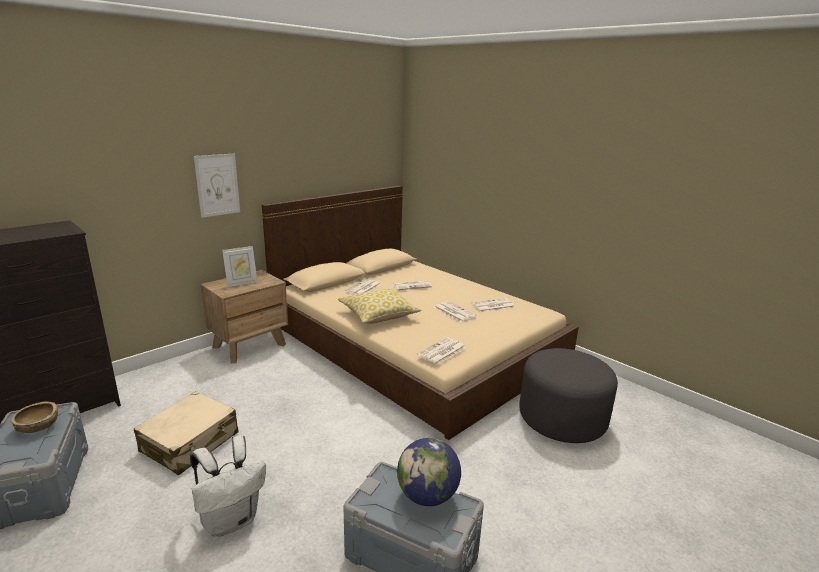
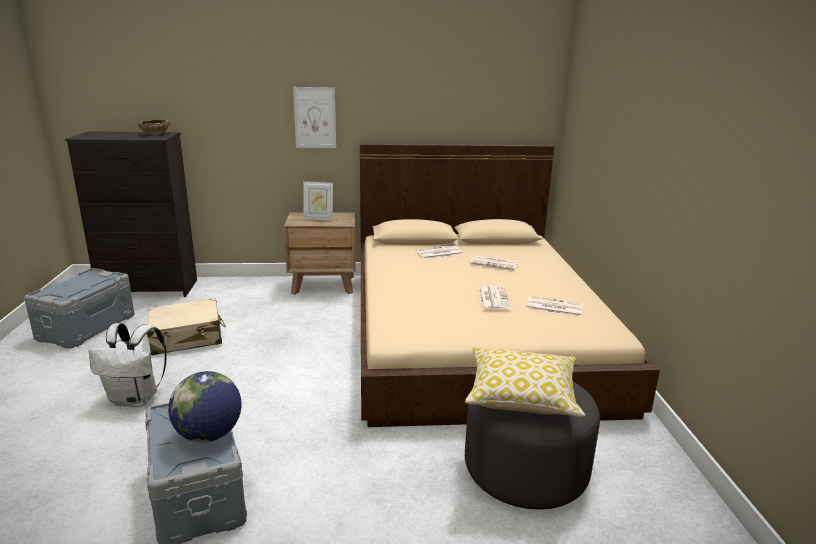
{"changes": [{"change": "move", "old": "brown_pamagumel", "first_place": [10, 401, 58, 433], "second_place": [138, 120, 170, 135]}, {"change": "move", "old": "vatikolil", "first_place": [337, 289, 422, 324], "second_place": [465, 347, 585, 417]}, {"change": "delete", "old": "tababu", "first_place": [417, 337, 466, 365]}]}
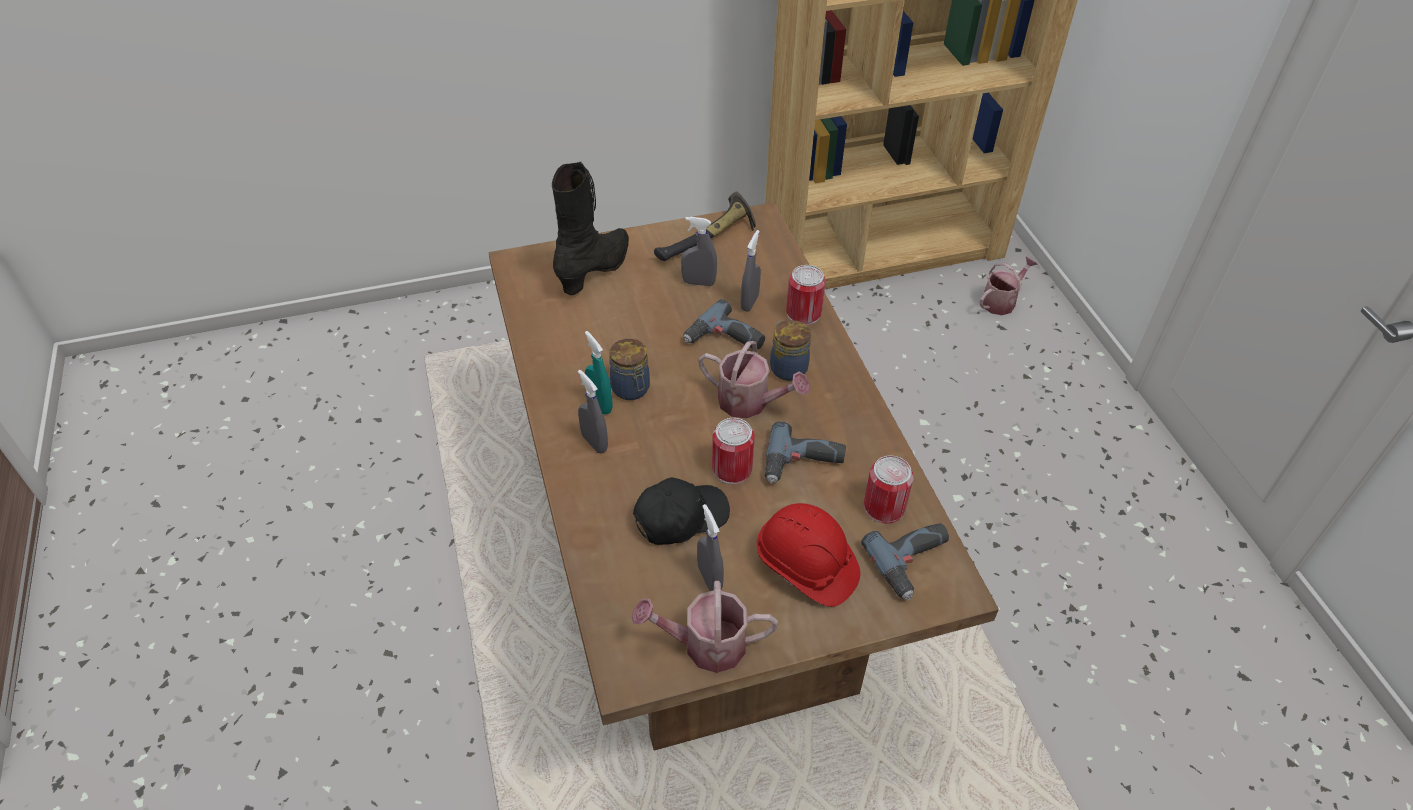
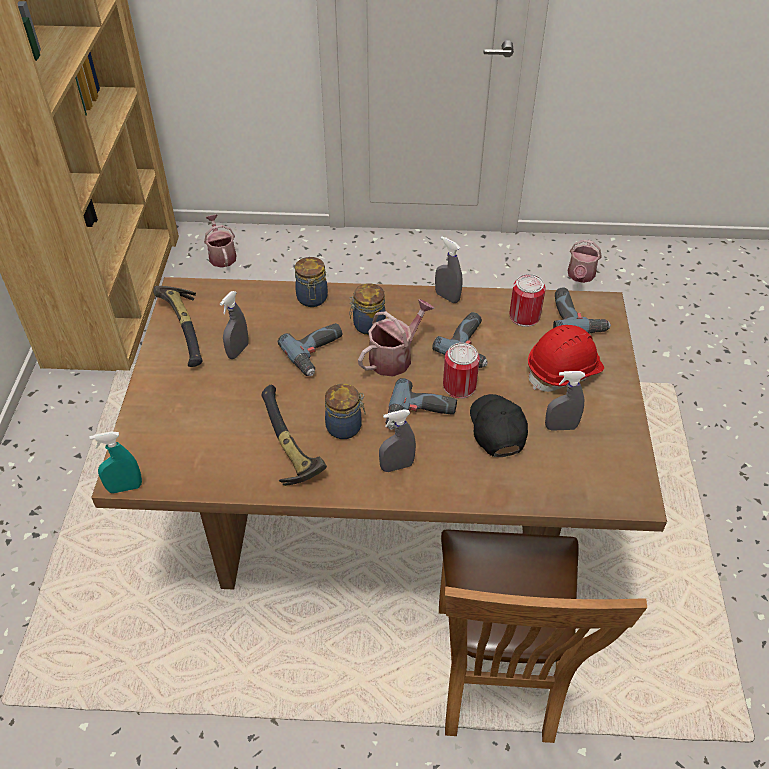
{"changes": [{"change": "move", "old": "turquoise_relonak", "first_place": [585, 331, 613, 415], "second_place": [89, 431, 142, 493]}, {"change": "insert", "new": "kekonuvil", "second_place": [262, 385, 327, 486]}, {"change": "replace", "old": "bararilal", "new": "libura", "first_place": [786, 265, 826, 325], "second_place": [295, 257, 328, 307]}, {"change": "insert", "new": "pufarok", "second_place": [386, 378, 457, 430]}, {"change": "move", "old": "grey_relonak", "first_place": [741, 230, 761, 312], "second_place": [435, 236, 462, 303]}, {"change": "insert", "new": "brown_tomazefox", "second_place": [439, 530, 647, 743]}, {"change": "move", "old": "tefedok", "first_place": [631, 581, 778, 673], "second_place": [568, 239, 602, 283]}, {"change": "delete", "old": "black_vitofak", "first_place": [552, 162, 629, 295]}]}
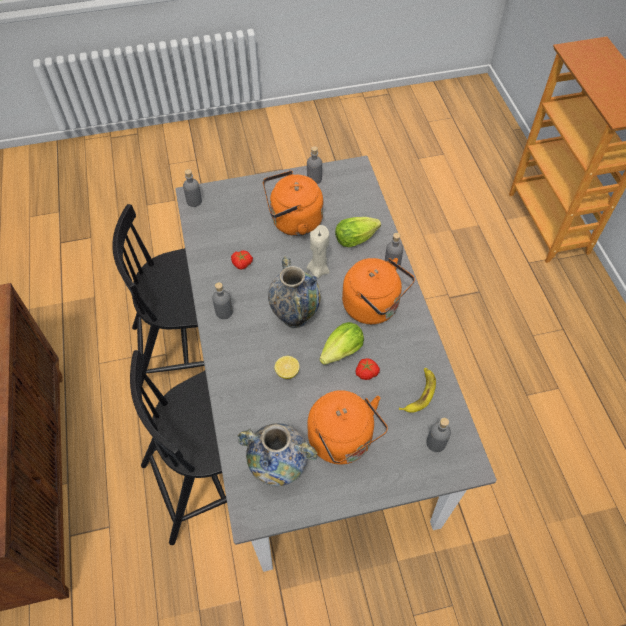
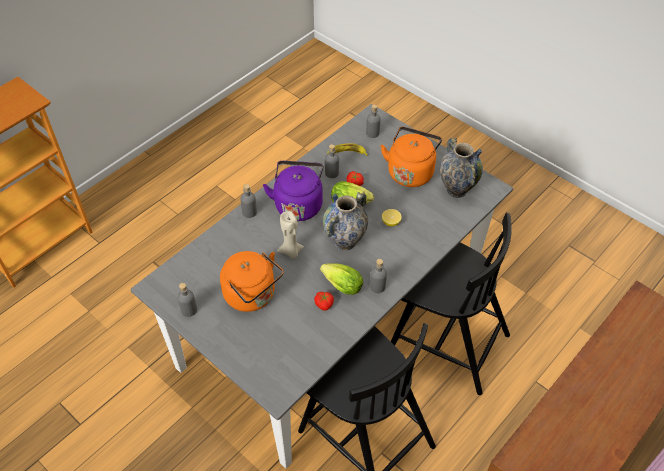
{"changes": [{"change": "recolor", "old": "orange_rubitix", "new": "purple_rubitix", "first_place": [342, 258, 415, 324], "second_place": [263, 161, 324, 221]}, {"change": "move", "old": "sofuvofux", "first_place": [335, 217, 381, 247], "second_place": [320, 263, 363, 295]}, {"change": "move", "old": "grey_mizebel", "first_place": [183, 169, 202, 207], "second_place": [325, 144, 339, 178]}]}
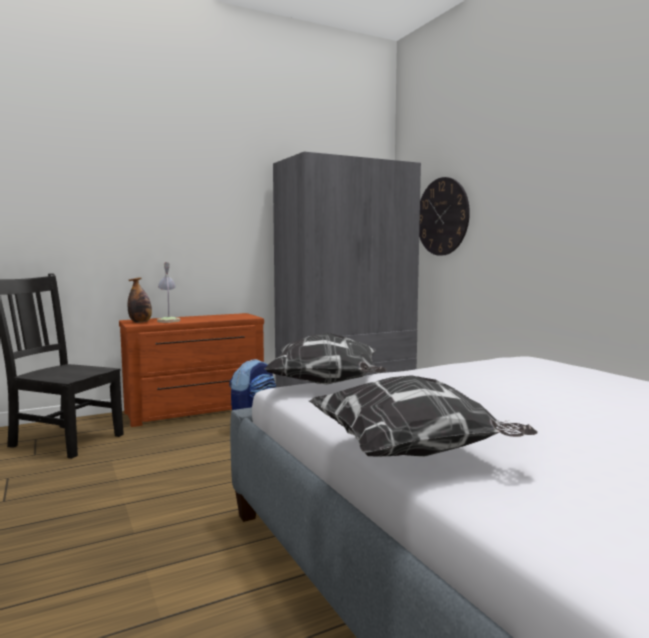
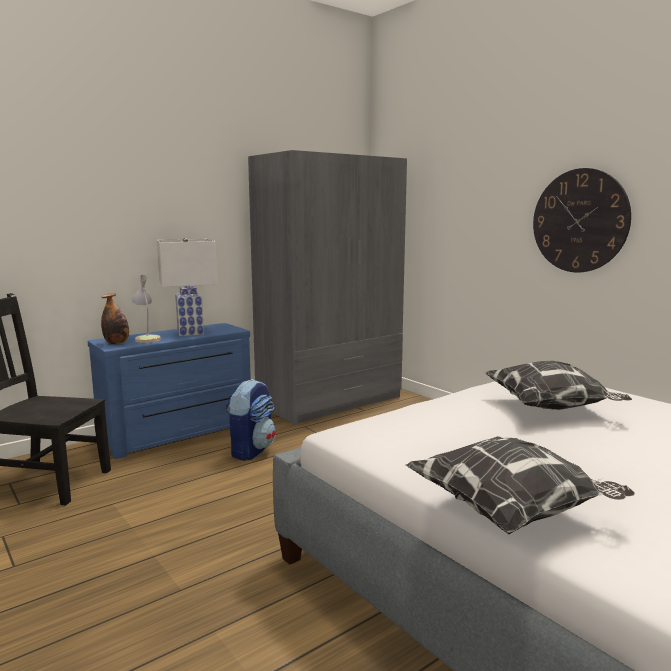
{"changes": [{"change": "recolor", "old": "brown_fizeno", "new": "blue_fizeno", "first_place": [119, 313, 264, 427], "second_place": [88, 323, 251, 459]}, {"change": "insert", "new": "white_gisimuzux", "second_place": [157, 238, 218, 336]}, {"change": "move", "old": "vatikolil", "first_place": [265, 333, 387, 384], "second_place": [485, 361, 632, 410]}, {"change": "move", "old": "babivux", "first_place": [419, 177, 470, 256], "second_place": [533, 168, 631, 273]}]}
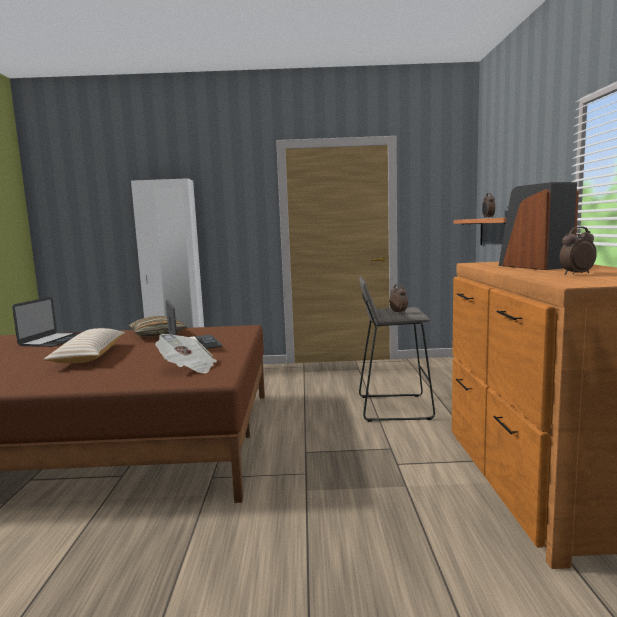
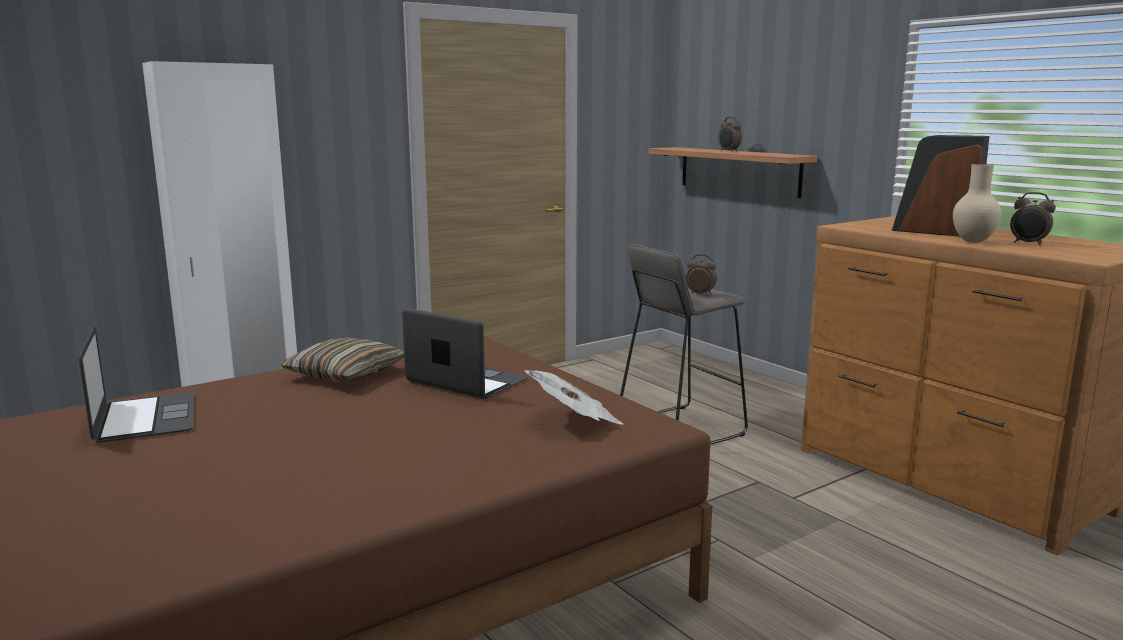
{"changes": [{"change": "insert", "new": "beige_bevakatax", "second_place": [953, 164, 1001, 243]}, {"change": "rotate", "old": "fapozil", "first_place": [560, 227, 597, 275], "second_place": [1010, 192, 1056, 246], "degrees": -90}, {"change": "delete", "old": "beige_vatikolil", "first_place": [43, 328, 125, 363]}]}
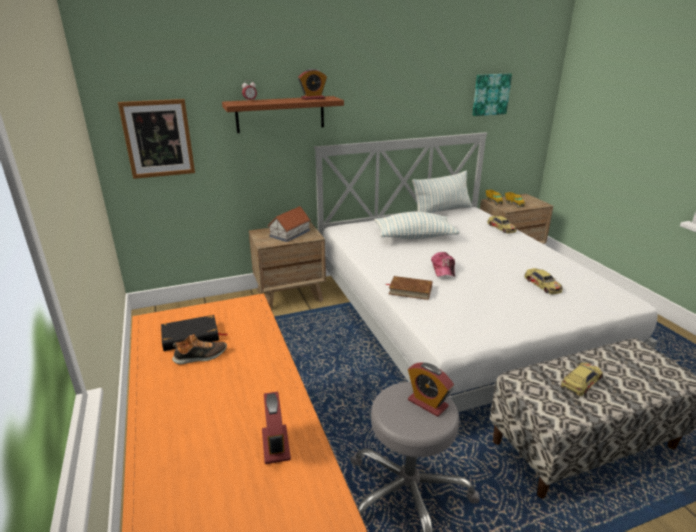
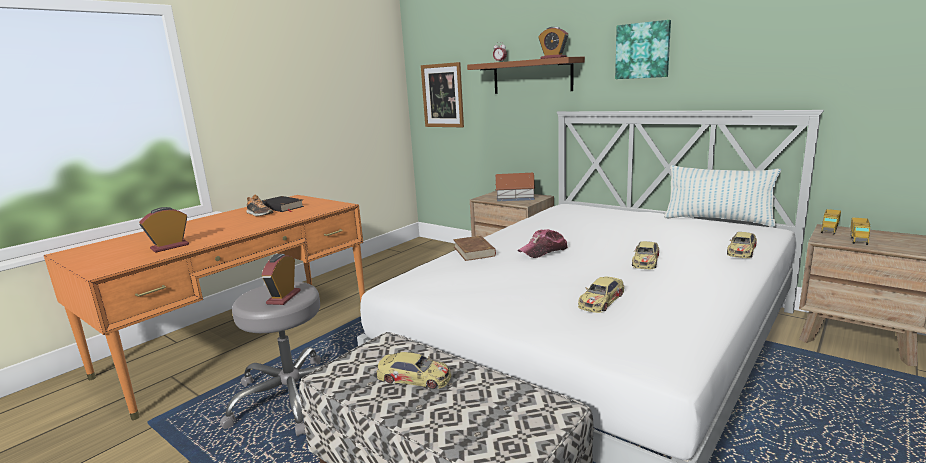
{"changes": [{"change": "move", "old": "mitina", "first_place": [472, 73, 512, 116], "second_place": [615, 20, 671, 79]}, {"change": "insert", "new": "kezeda", "second_place": [632, 241, 659, 269]}, {"change": "delete", "old": "vatikolil", "first_place": [375, 212, 459, 239]}]}
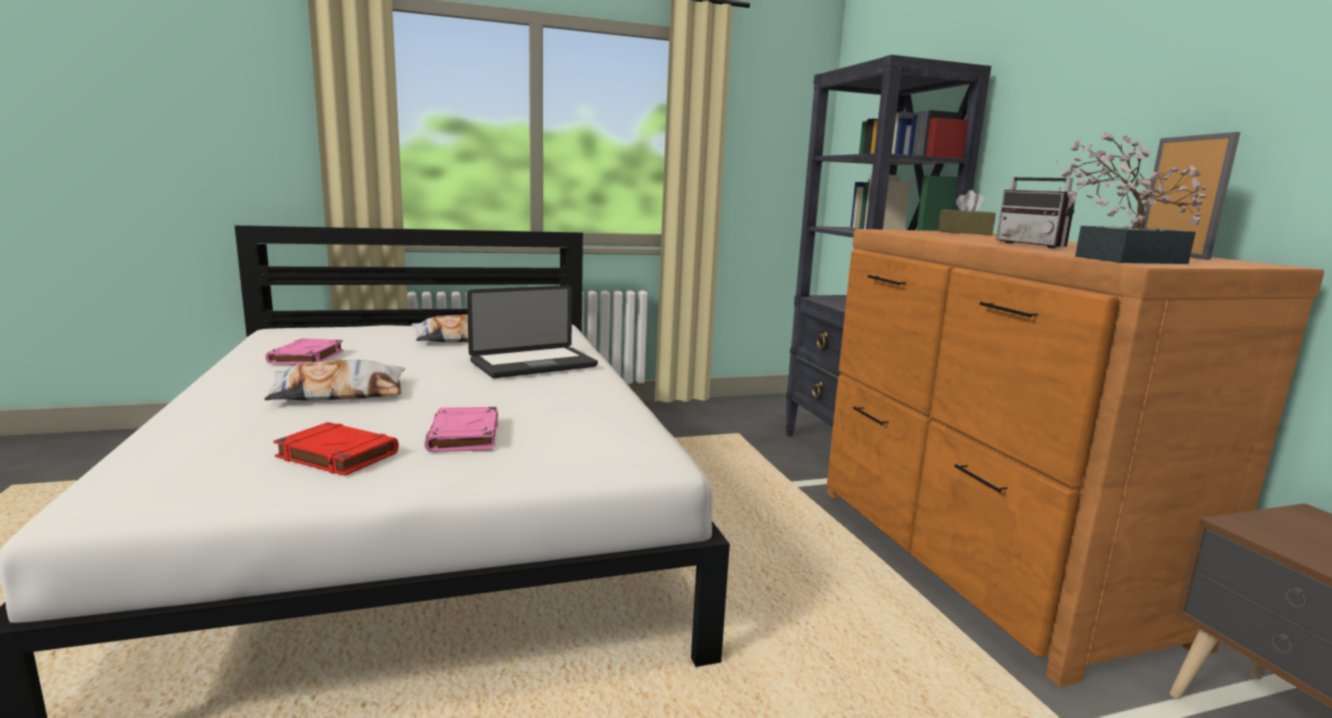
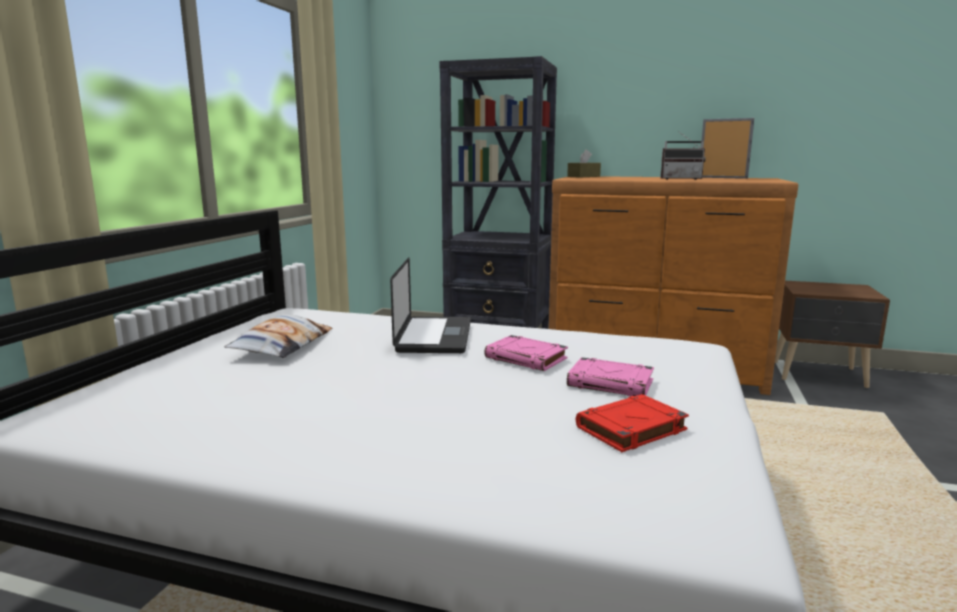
{"changes": [{"change": "move", "old": "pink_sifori", "first_place": [265, 338, 344, 365], "second_place": [484, 335, 568, 371]}, {"change": "delete", "old": "vatikolil", "first_place": [264, 360, 405, 400]}, {"change": "delete", "old": "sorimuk", "first_place": [1062, 132, 1206, 264]}]}
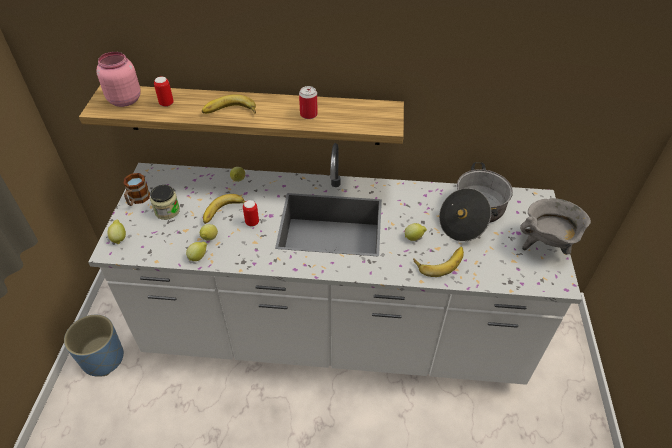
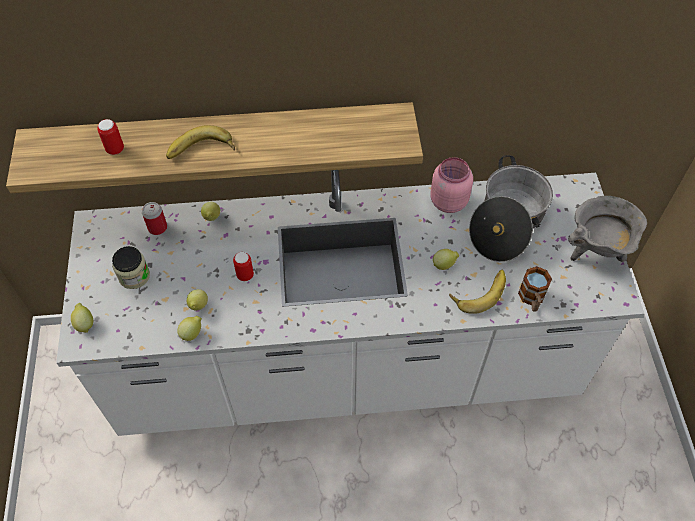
{"changes": [{"change": "move", "old": "bararilal", "first_place": [299, 86, 318, 119], "second_place": [142, 202, 167, 235]}, {"change": "move", "old": "pink_libura", "first_place": [96, 52, 140, 107], "second_place": [430, 157, 473, 213]}, {"change": "move", "old": "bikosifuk", "first_place": [123, 173, 150, 206], "second_place": [518, 266, 552, 312]}, {"change": "delete", "old": "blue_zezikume", "first_place": [64, 315, 124, 377]}, {"change": "delete", "old": "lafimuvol", "first_place": [203, 194, 246, 224]}]}
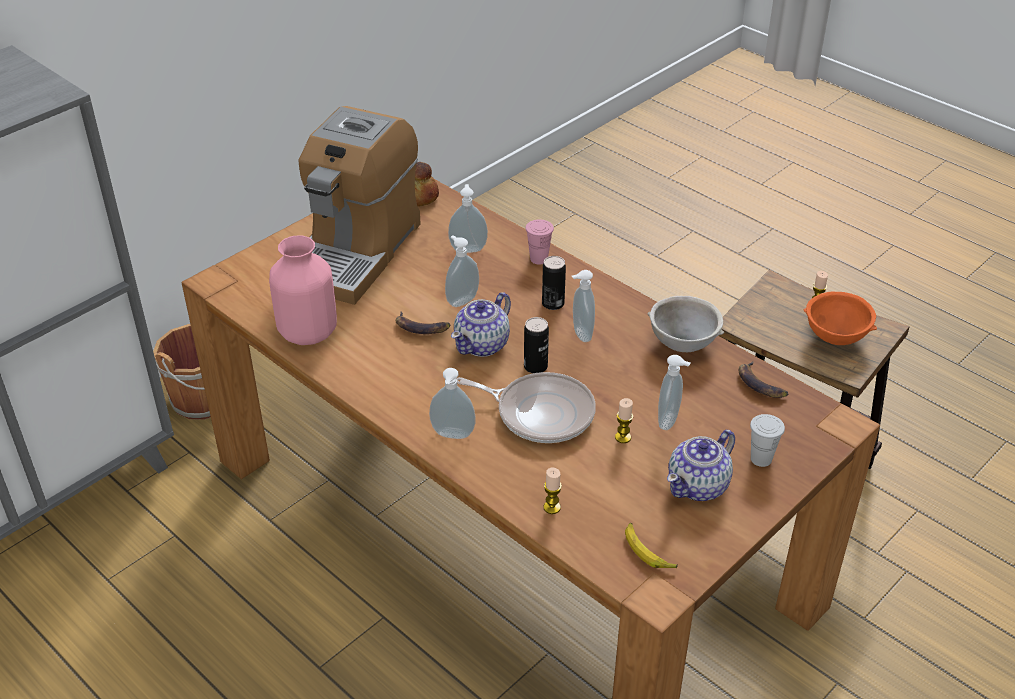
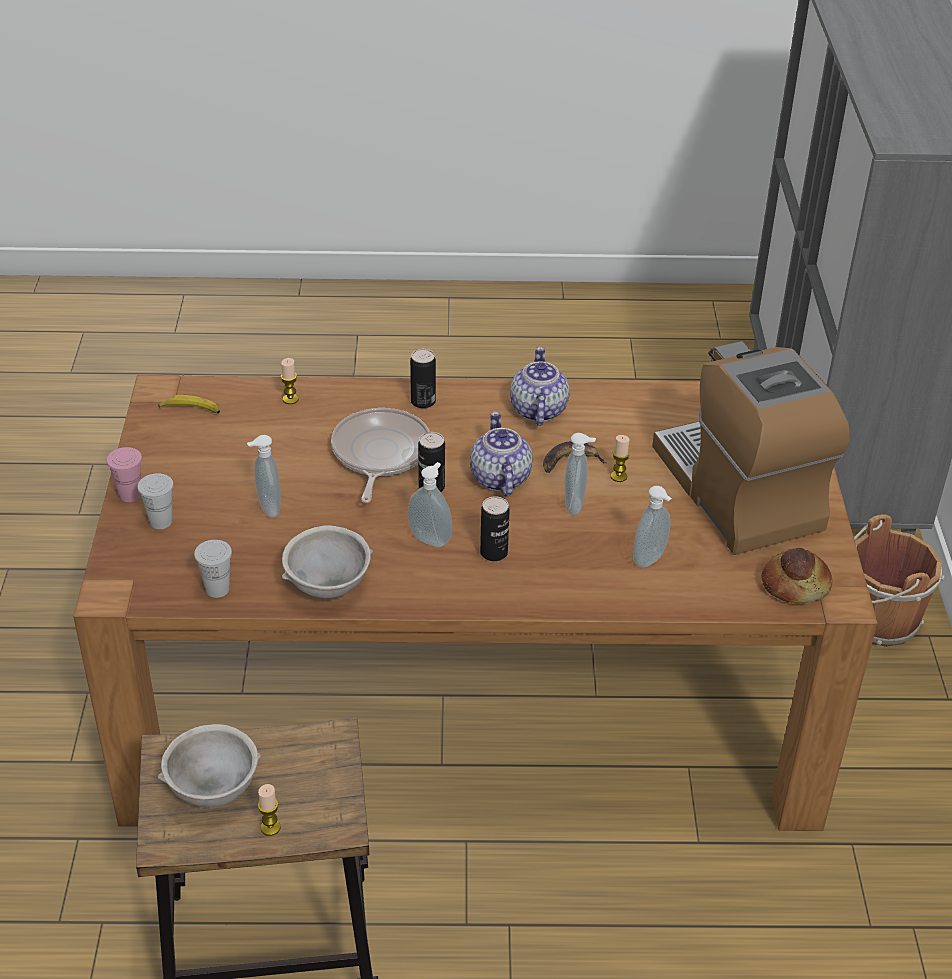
{"changes": [{"change": "move", "old": "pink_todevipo", "first_place": [525, 219, 554, 265], "second_place": [106, 447, 142, 502]}, {"change": "recolor", "old": "orange_pamagumel", "new": "grey_pamagumel", "first_place": [804, 292, 877, 345], "second_place": [158, 724, 261, 807]}, {"change": "replace", "old": "lafimuvol", "new": "white_todevipo", "first_place": [739, 361, 788, 398], "second_place": [194, 540, 232, 598]}, {"change": "rotate", "old": "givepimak", "first_place": [456, 372, 596, 443], "second_place": [331, 408, 430, 503], "degrees": 120}, {"change": "replace", "old": "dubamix", "new": "bararilal", "first_place": [429, 368, 475, 439], "second_place": [410, 349, 436, 409]}, {"change": "move", "old": "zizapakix", "first_place": [667, 430, 735, 501], "second_place": [510, 347, 570, 426]}, {"change": "move", "old": "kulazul", "first_place": [615, 398, 633, 443], "second_place": [611, 435, 630, 482]}, {"change": "delete", "old": "pink_bevakatax", "first_place": [269, 235, 337, 345]}]}
